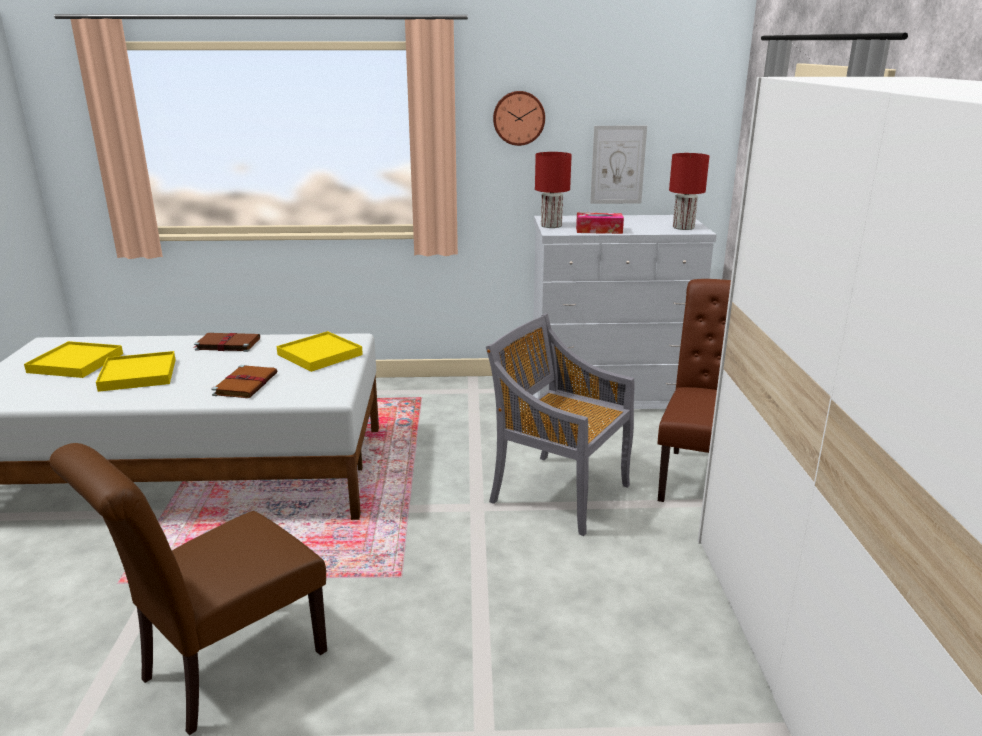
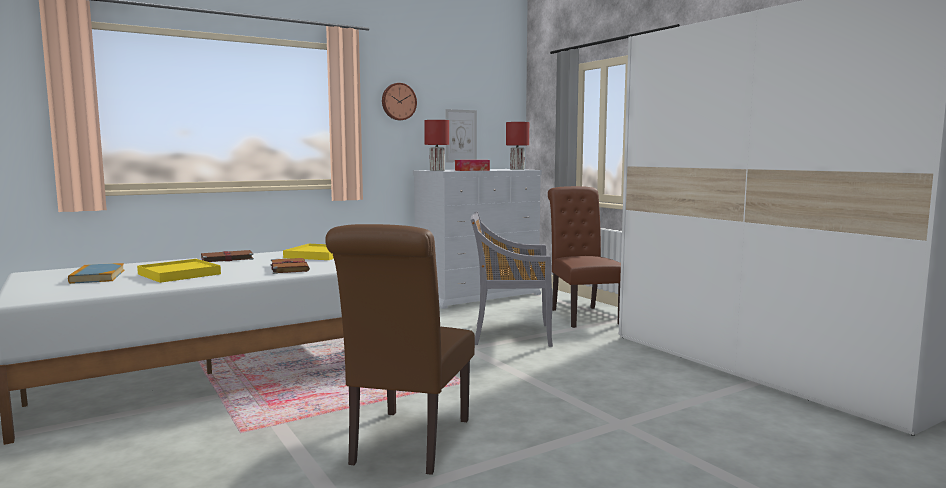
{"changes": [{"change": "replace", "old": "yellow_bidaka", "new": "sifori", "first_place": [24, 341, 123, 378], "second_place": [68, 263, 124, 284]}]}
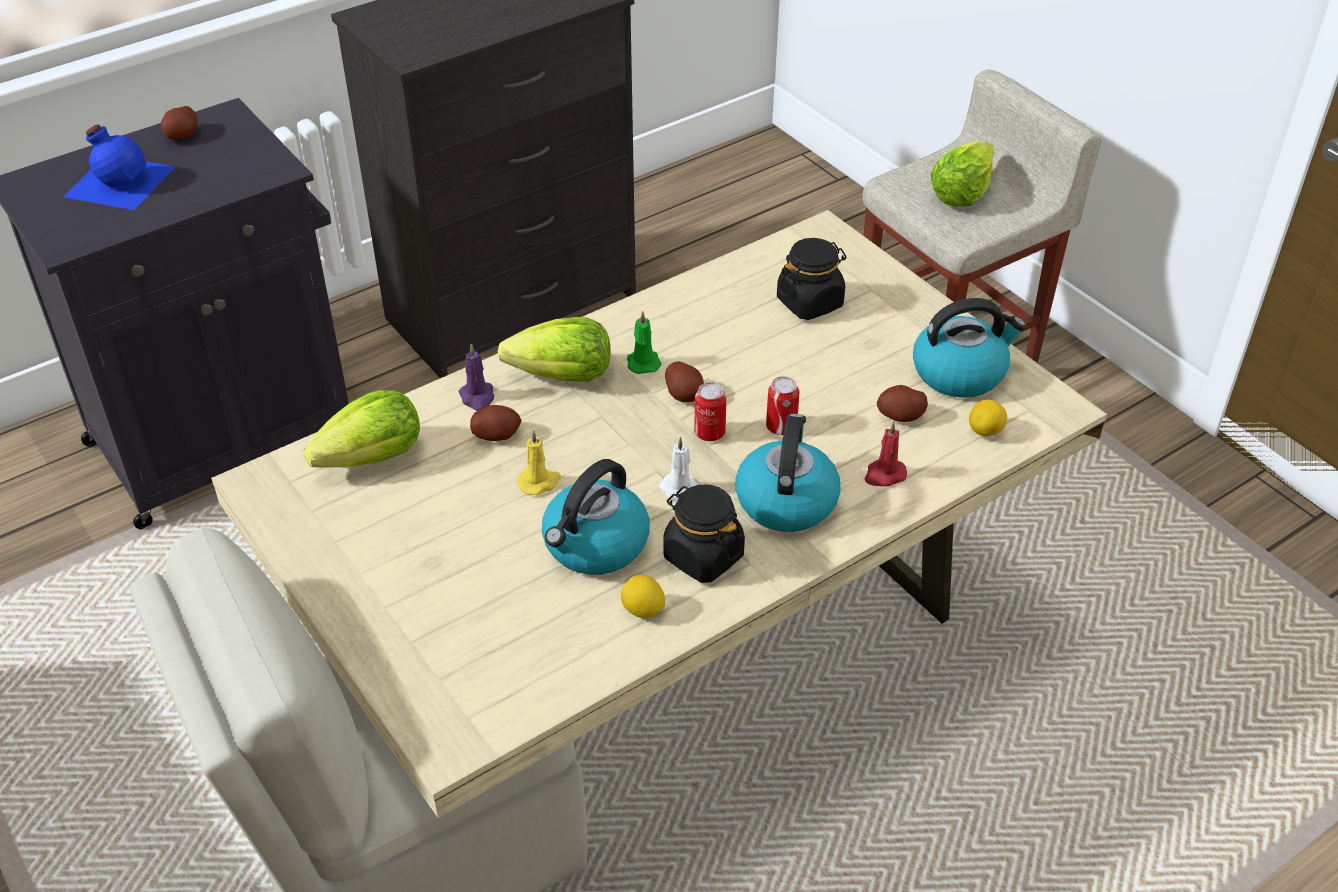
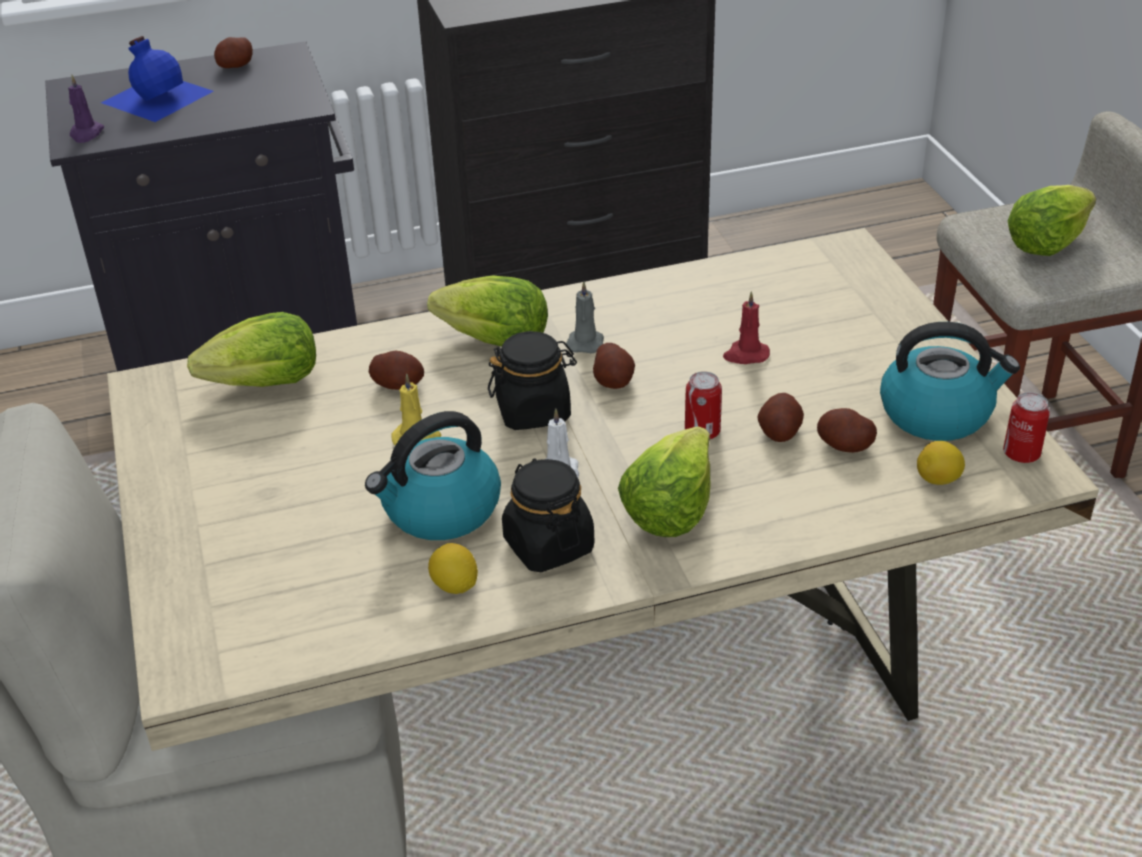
{"changes": [{"change": "move", "old": "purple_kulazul", "first_place": [459, 344, 494, 411], "second_place": [68, 75, 104, 143]}, {"change": "move", "old": "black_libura", "first_place": [777, 238, 847, 320], "second_place": [488, 331, 577, 430]}, {"change": "recolor", "old": "green_kulazul", "new": "grey_kulazul", "first_place": [627, 311, 662, 374], "second_place": [566, 281, 604, 354]}, {"change": "replace", "old": "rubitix", "new": "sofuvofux", "first_place": [736, 414, 841, 532], "second_place": [618, 427, 711, 537]}, {"change": "move", "old": "red_kulazul", "first_place": [864, 421, 907, 487], "second_place": [723, 292, 770, 364]}, {"change": "insert", "new": "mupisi", "second_place": [757, 393, 804, 442]}, {"change": "move", "old": "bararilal", "first_place": [694, 382, 726, 441], "second_place": [1003, 392, 1050, 463]}]}
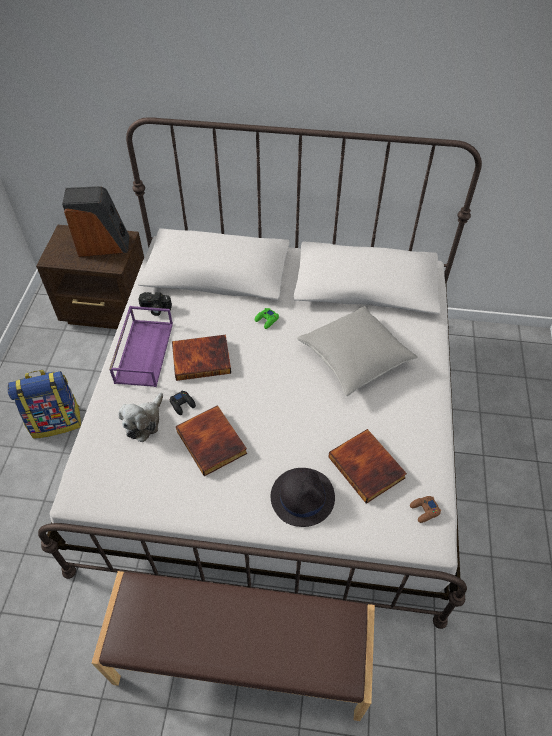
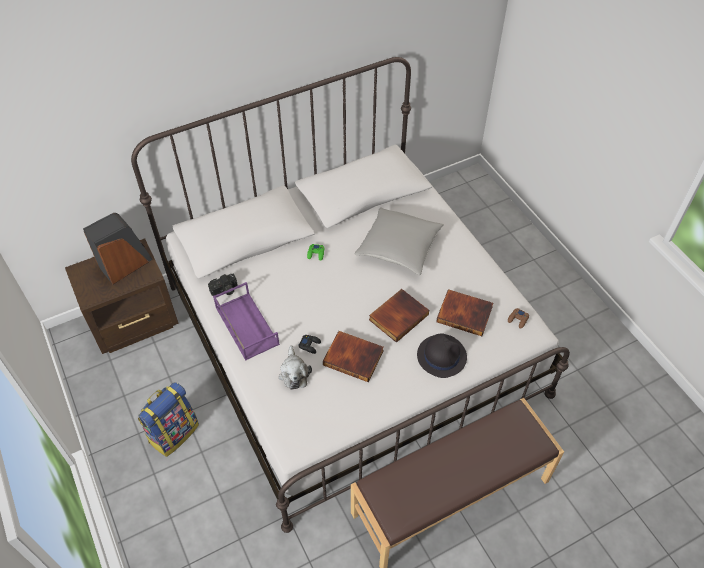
{"changes": [{"change": "move", "old": "sifori", "first_place": [172, 335, 231, 381], "second_place": [369, 289, 429, 343]}]}
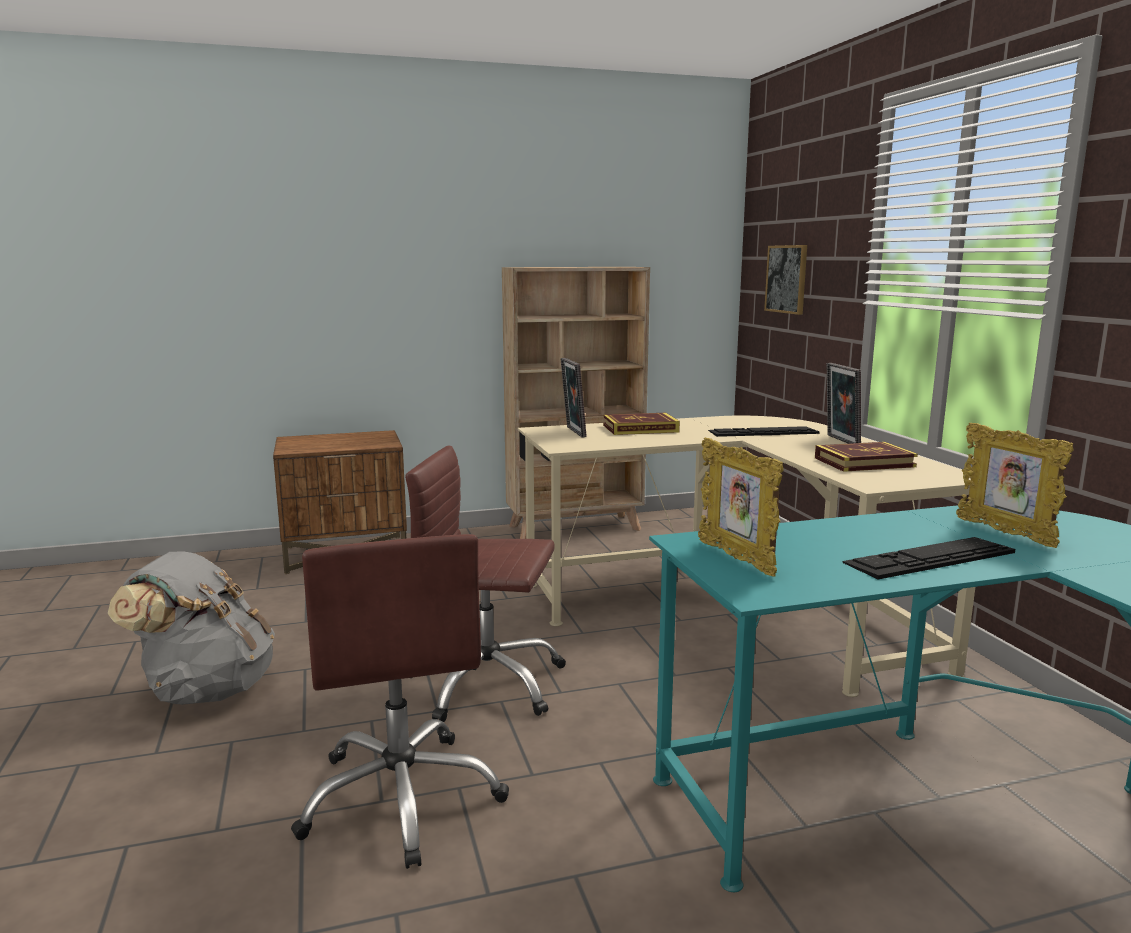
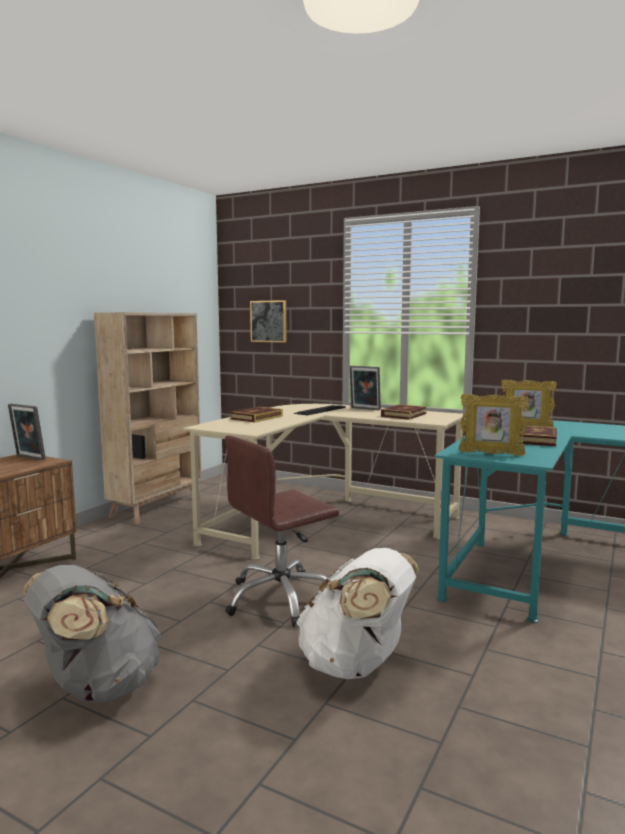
{"changes": [{"change": "move", "old": "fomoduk", "first_place": [560, 358, 587, 438], "second_place": [8, 404, 46, 460]}, {"change": "replace", "old": "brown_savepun", "new": "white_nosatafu", "first_place": [291, 534, 509, 869], "second_place": [296, 548, 419, 679]}, {"change": "replace", "old": "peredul", "new": "sifori", "first_place": [842, 537, 1015, 579], "second_place": [520, 426, 557, 446]}]}
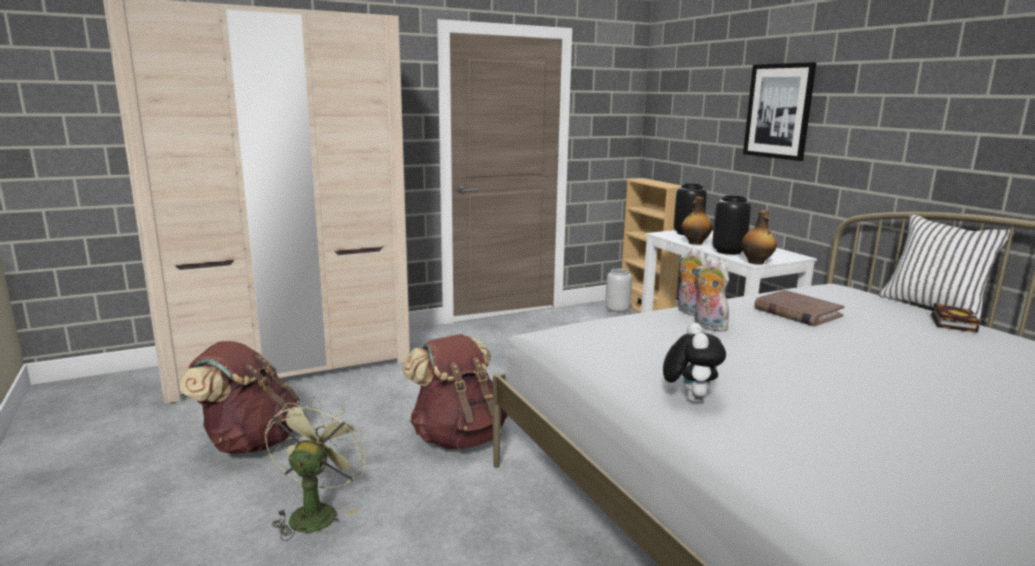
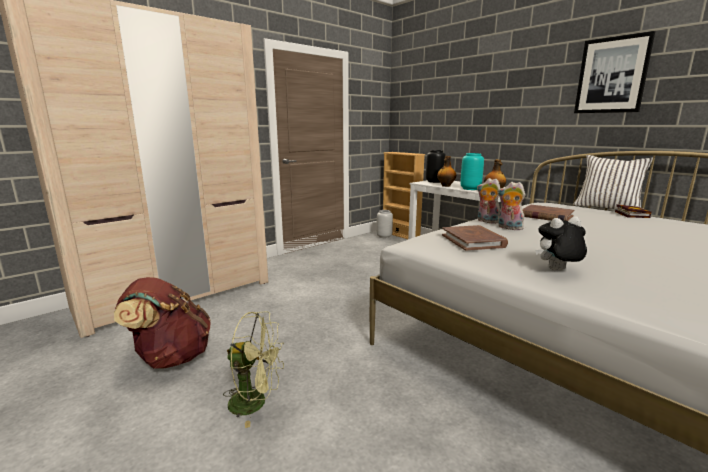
{"changes": [{"change": "rotate", "old": "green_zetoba", "first_place": [265, 397, 368, 541], "second_place": [223, 311, 284, 428], "degrees": 105}, {"change": "insert", "new": "brown_sifori", "second_place": [442, 225, 508, 251]}, {"change": "recolor", "old": "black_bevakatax", "new": "turquoise_bevakatax", "first_place": [712, 195, 751, 255], "second_place": [460, 153, 484, 190]}, {"change": "rotate", "old": "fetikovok", "first_place": [663, 323, 726, 403], "second_place": [535, 217, 587, 270], "degrees": -90}, {"change": "move", "old": "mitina", "first_place": [743, 62, 816, 161], "second_place": [574, 31, 655, 113]}, {"change": "delete", "old": "brown_nosatafu", "first_place": [402, 334, 508, 449]}]}
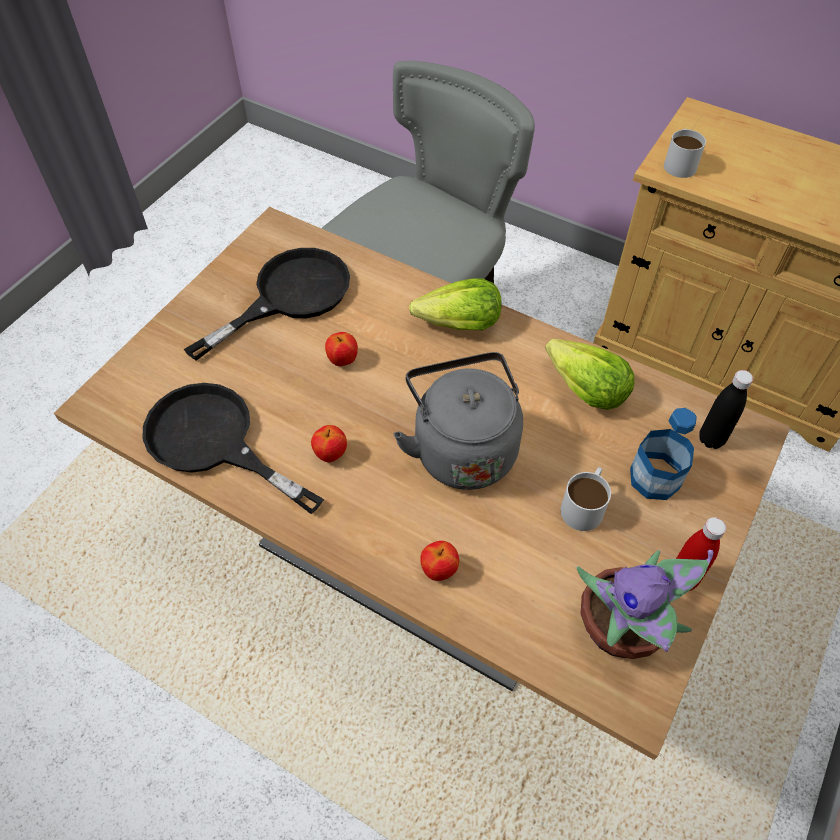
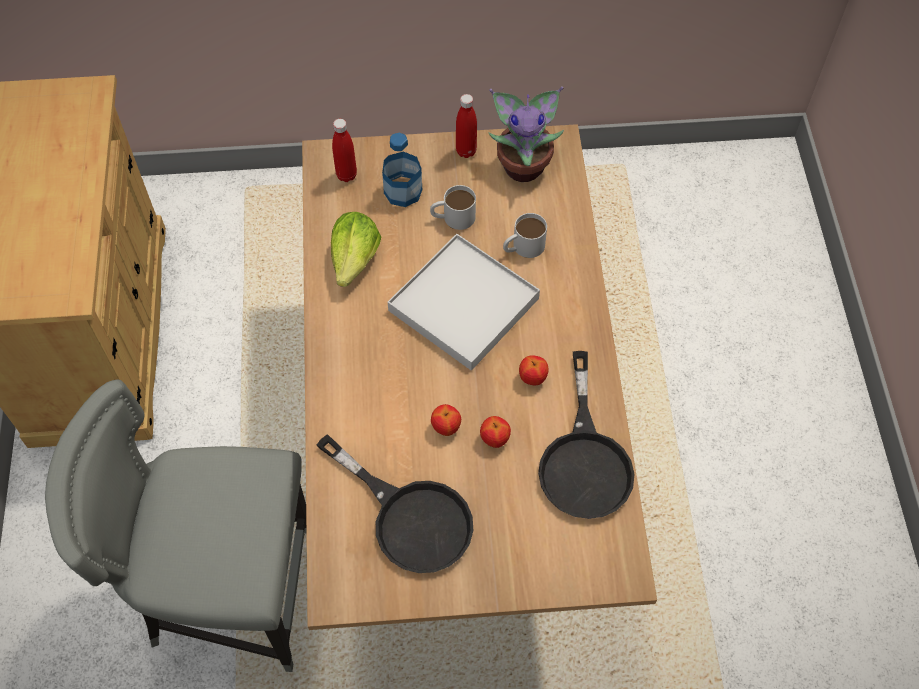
{"changes": [{"change": "rotate", "old": "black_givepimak", "first_place": [184, 248, 350, 361], "second_place": [317, 434, 474, 573], "degrees": -150}, {"change": "recolor", "old": "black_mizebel", "new": "red_mizebel", "first_place": [699, 370, 753, 449], "second_place": [332, 119, 357, 182]}, {"change": "replace", "old": "grey_rubitix", "new": "white_bidaka", "first_place": [393, 352, 523, 490], "second_place": [388, 234, 540, 371]}, {"change": "move", "old": "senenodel", "first_place": [420, 541, 459, 581], "second_place": [480, 416, 511, 448]}, {"change": "move", "old": "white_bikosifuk", "first_place": [664, 129, 706, 178], "second_place": [503, 213, 547, 258]}, {"change": "delete", "old": "sofuvofux", "first_place": [409, 278, 502, 330]}]}
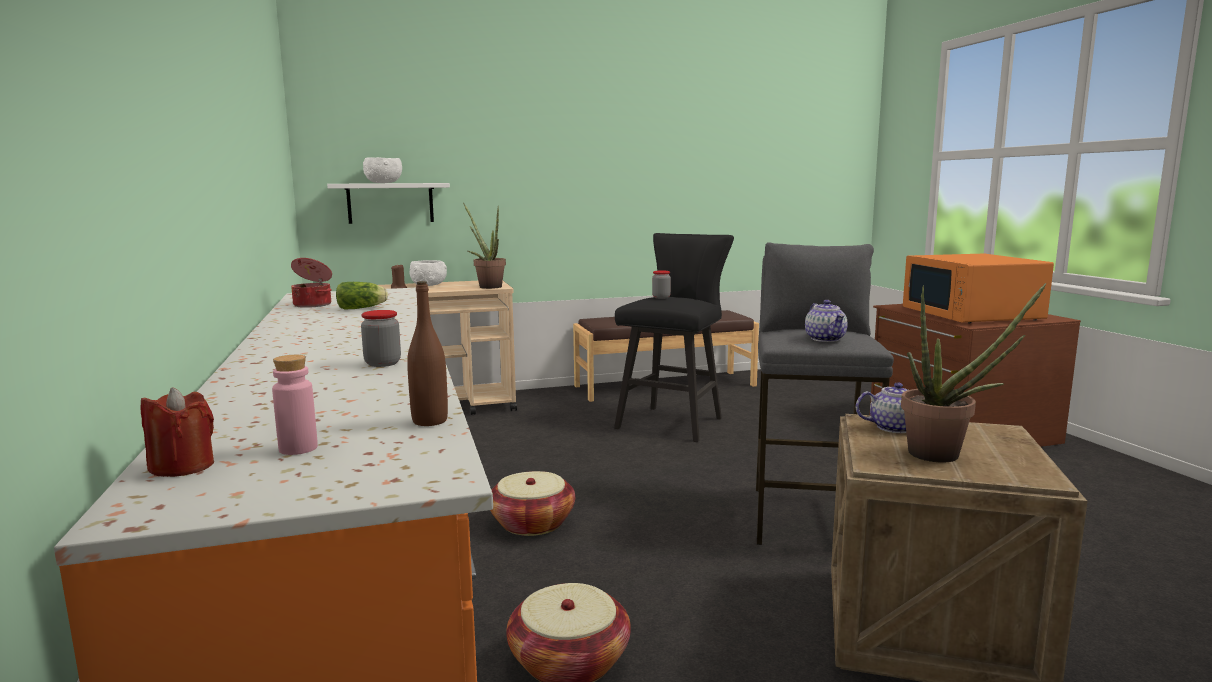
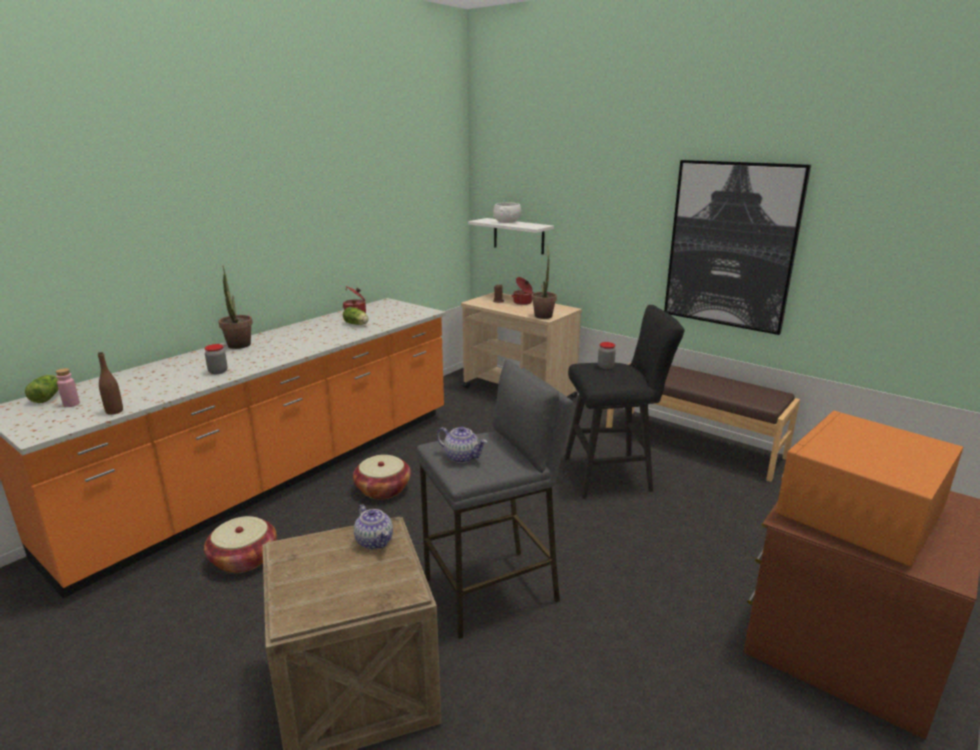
{"changes": [{"change": "replace", "old": "red_kulazul", "new": "sofuvofux", "first_place": [141, 387, 214, 477], "second_place": [25, 375, 59, 403]}, {"change": "move", "old": "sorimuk", "first_place": [901, 283, 1046, 463], "second_place": [219, 266, 253, 349]}, {"change": "rotate", "old": "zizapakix", "first_place": [805, 300, 847, 342], "second_place": [437, 426, 487, 463], "degrees": -105}, {"change": "replace", "old": "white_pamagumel", "new": "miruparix", "first_place": [410, 260, 447, 286], "second_place": [512, 277, 534, 305]}, {"change": "insert", "new": "mitina", "second_place": [664, 160, 811, 335]}]}
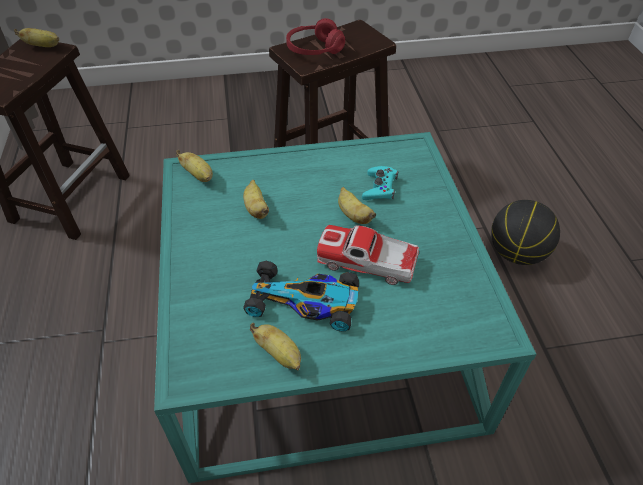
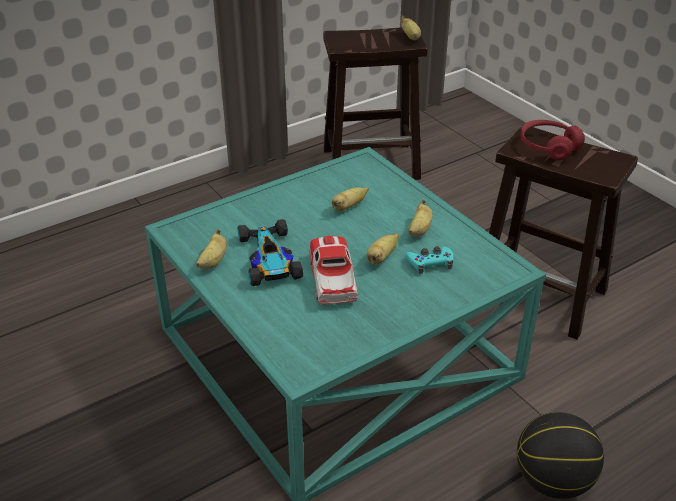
{"changes": [{"change": "move", "old": "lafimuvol", "first_place": [176, 150, 213, 182], "second_place": [408, 200, 433, 237]}]}
